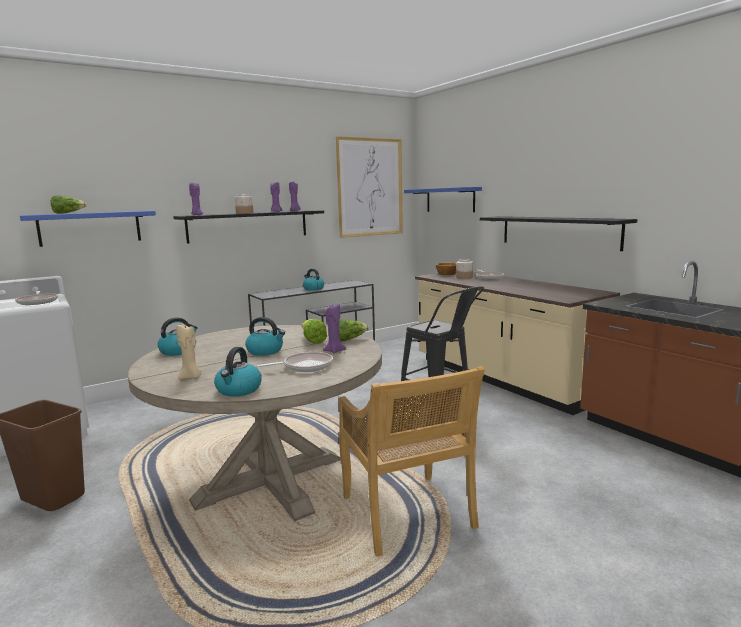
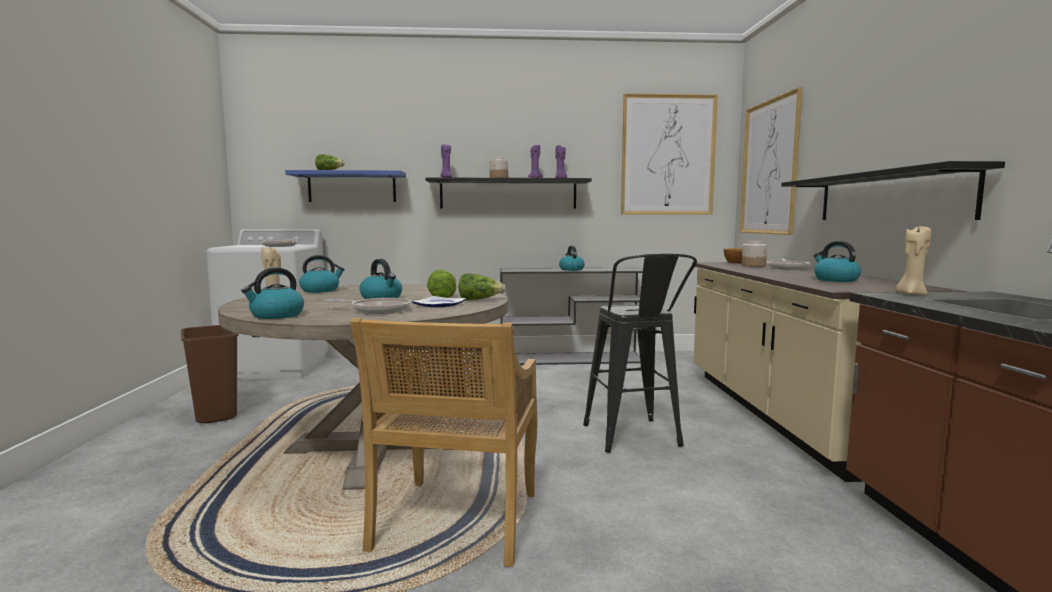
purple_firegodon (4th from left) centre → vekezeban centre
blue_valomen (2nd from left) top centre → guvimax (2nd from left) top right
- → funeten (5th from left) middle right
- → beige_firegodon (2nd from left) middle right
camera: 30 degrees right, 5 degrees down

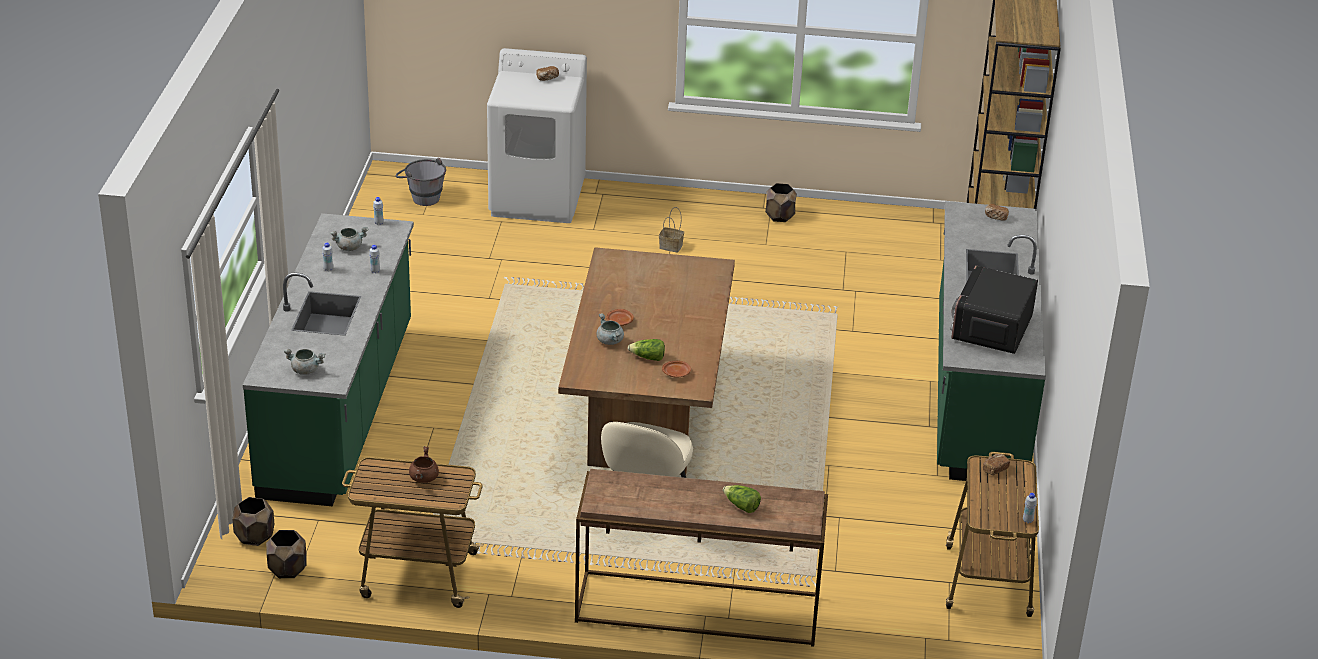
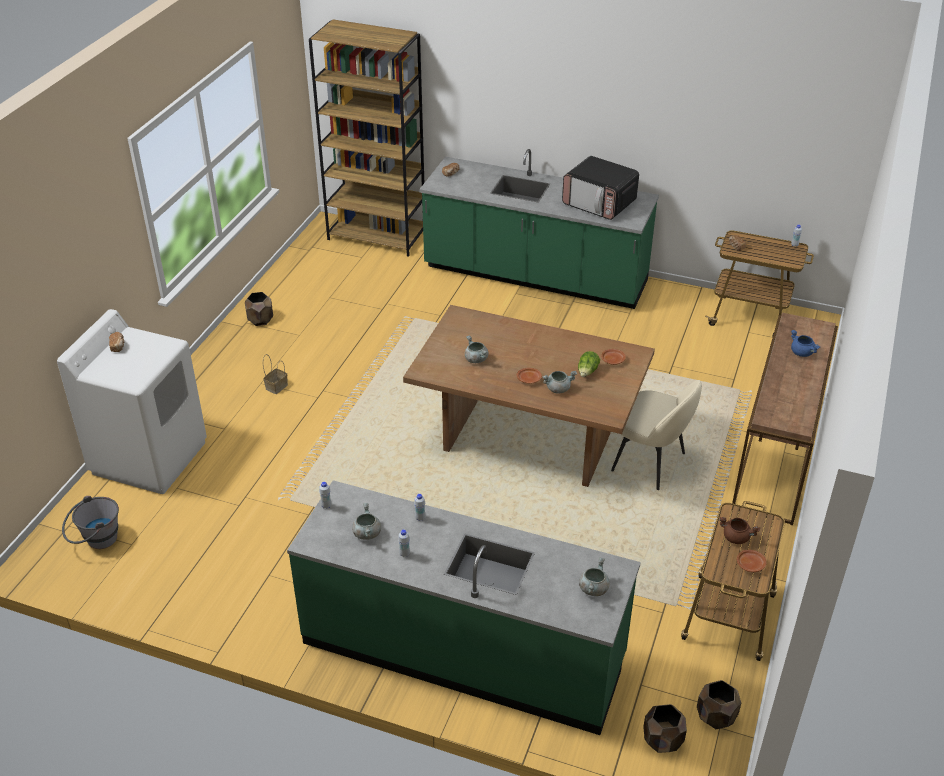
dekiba (2nd from left) bottom centre → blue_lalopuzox middle right
- → grey_lalopuzox (2nd from left) centre
- → brown_vekezeban (3rd from left) bottom right
camera: 75 degrees left, 5 degrees up

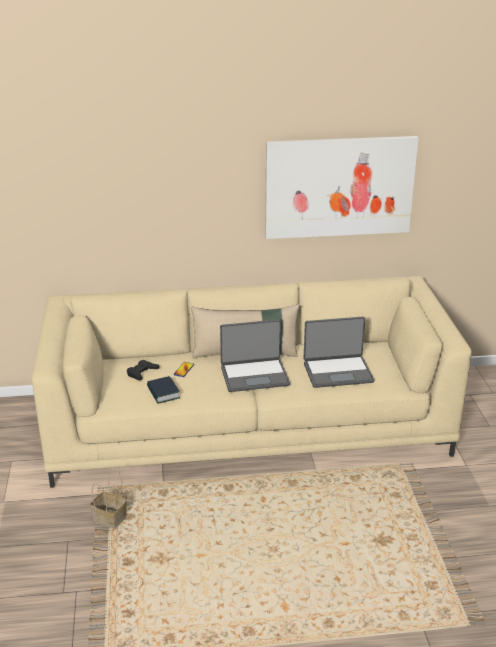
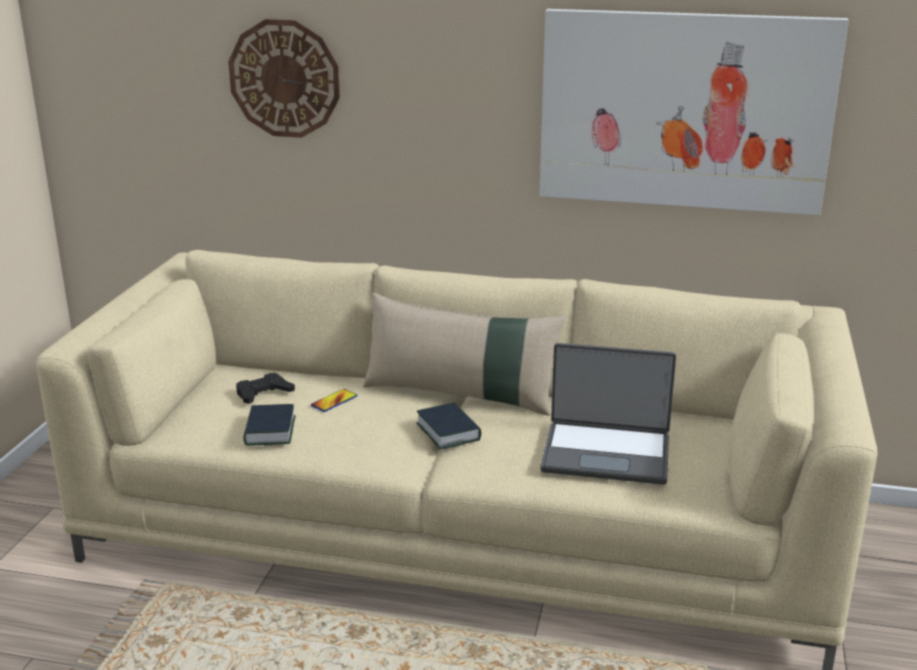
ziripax bottom left → -
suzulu (1st from left) centre → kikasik (2nd from left) centre
- → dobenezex top left
camera: 20 degrees right, 5 degrees down

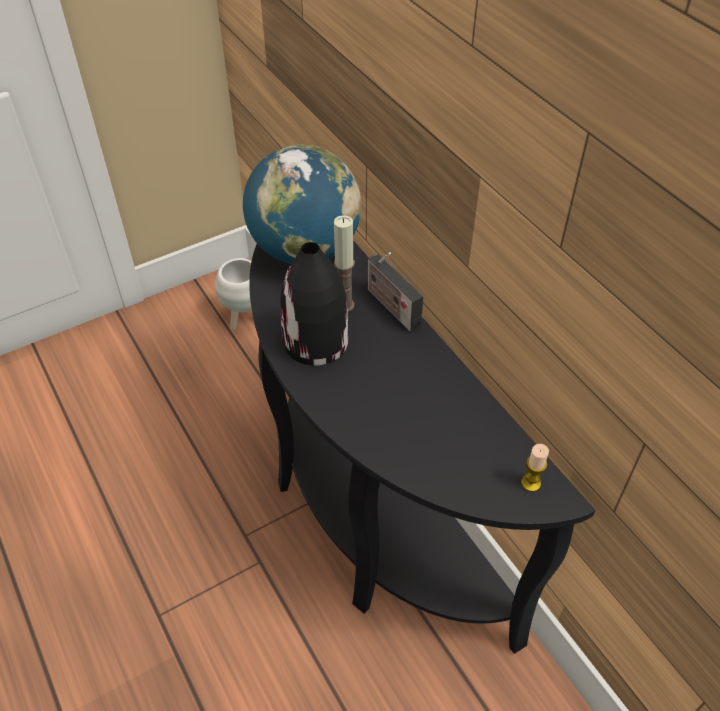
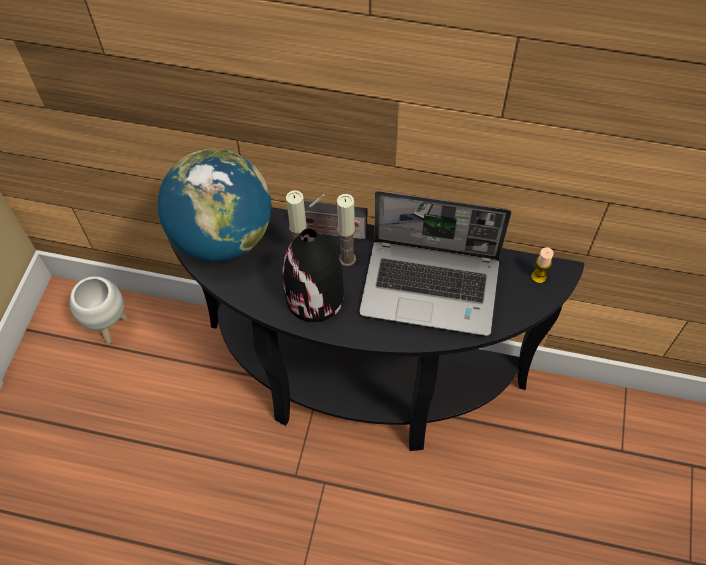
- → firegodon (2nd from left) centre
- → suzulu centre
camera: 45 degrees left, 10 degrees up

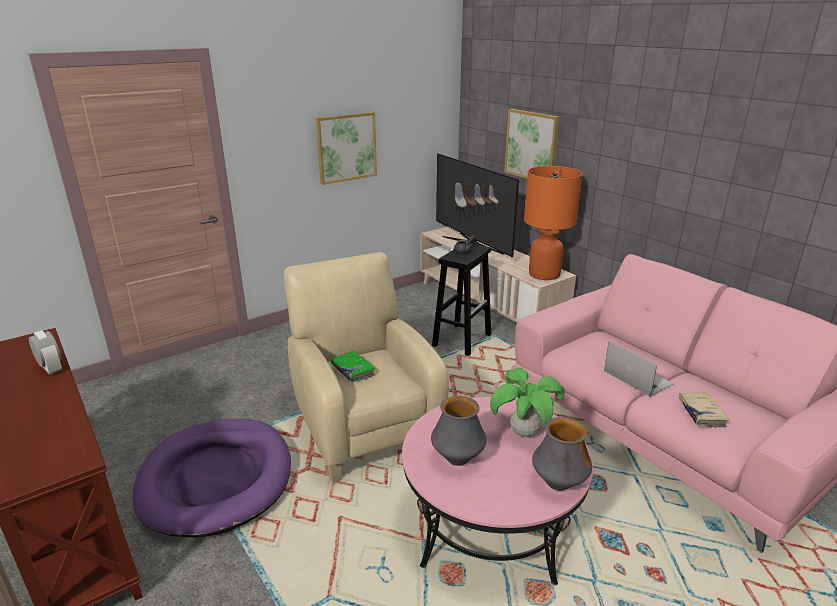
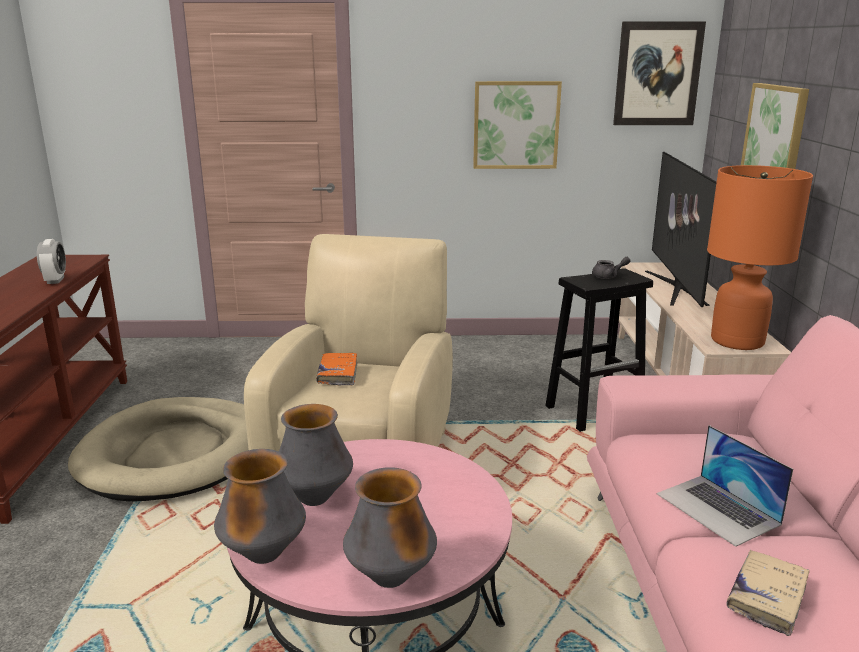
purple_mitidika bottom left → beige_mitidika bottom left
green_kikasik centre → orange_kikasik centre
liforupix centre → -
suzulu middle right → suzulu bottom right, 150 degrees clockwise
- → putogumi (1st from left) bottom left
- → guvimax (2nd from left) top right
camera: 35 degrees right, 5 degrees down

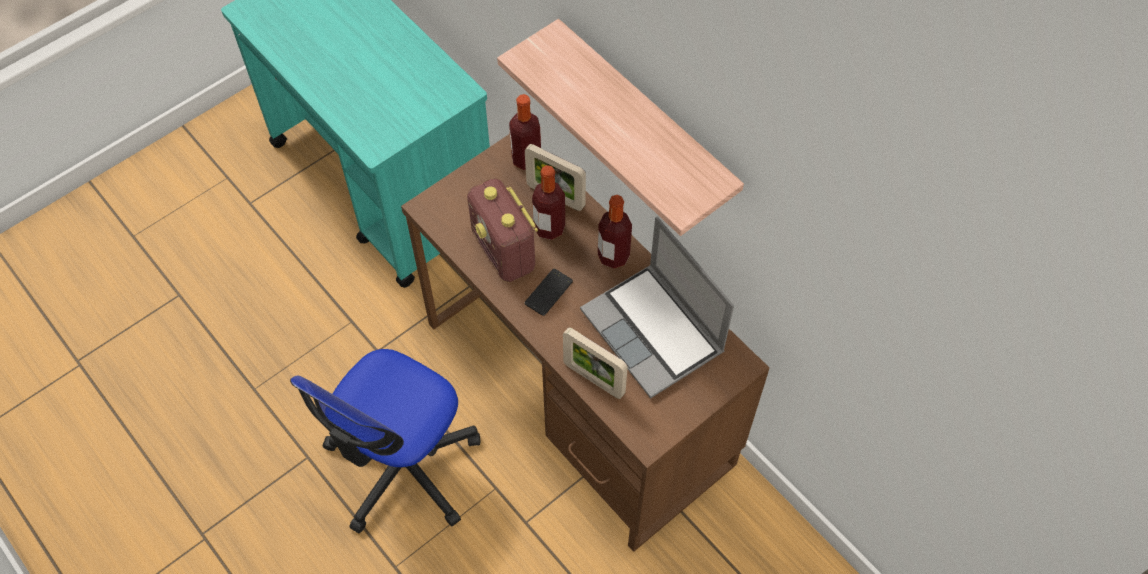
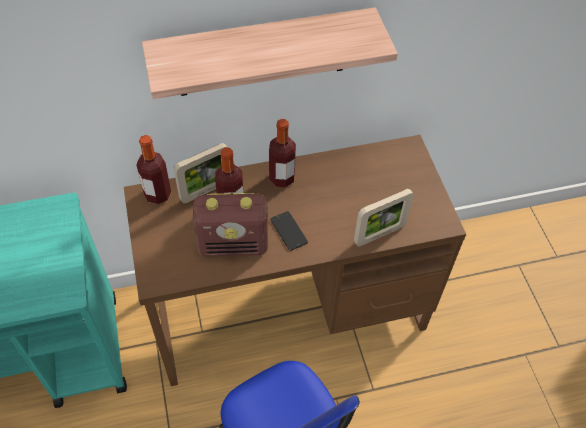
suzulu centre → -
camera: 65 degrees left, 5 degrees down

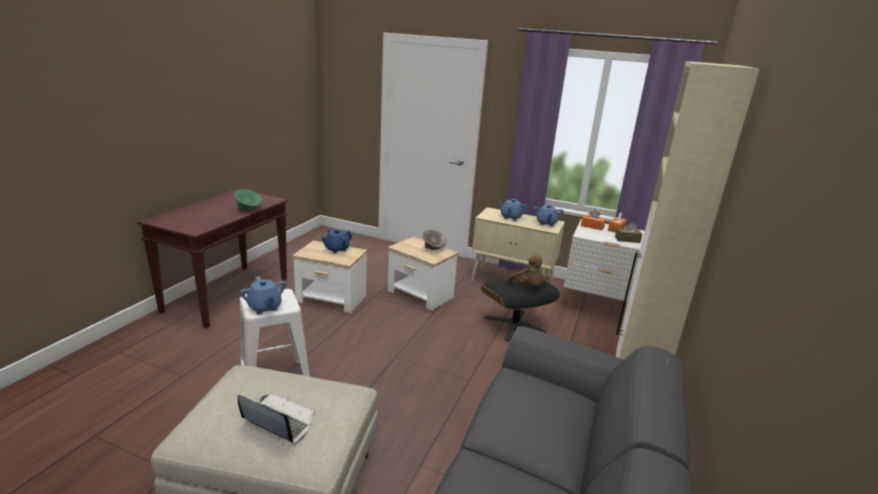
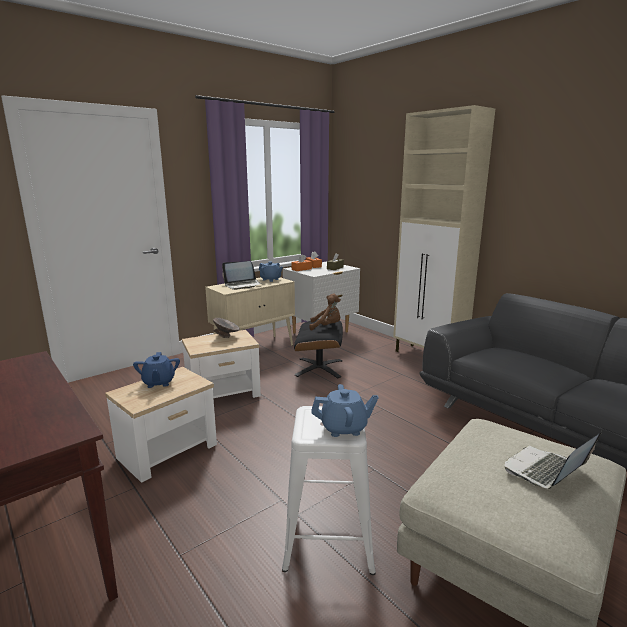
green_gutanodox middle left → -
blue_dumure (3rd from left) centre → suzulu (1st from left) centre
camera: 60 degrees left, 5 degrees down

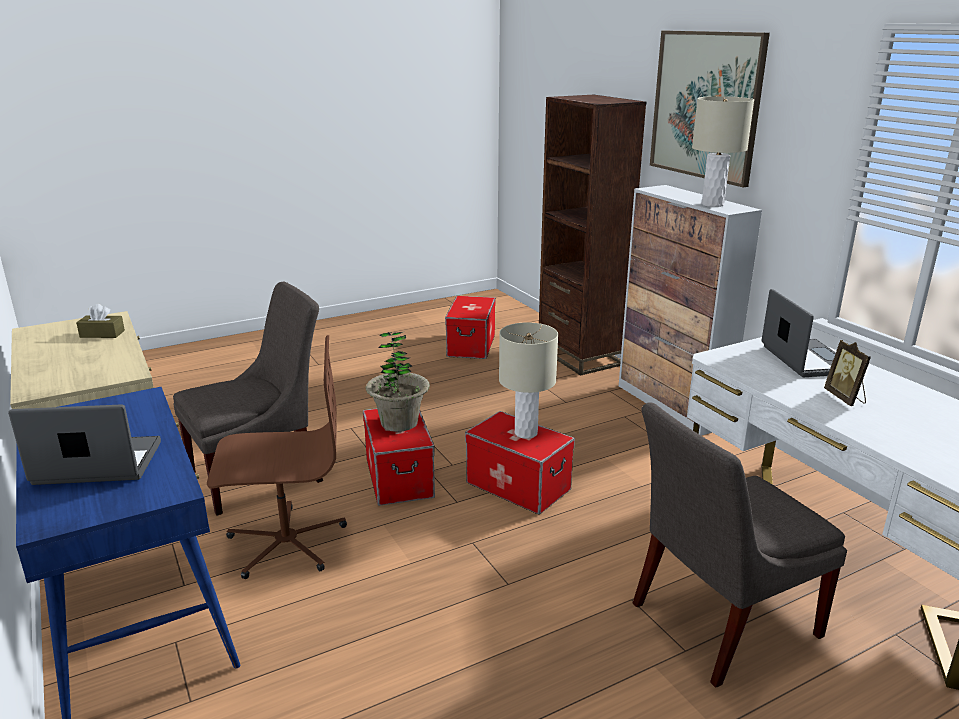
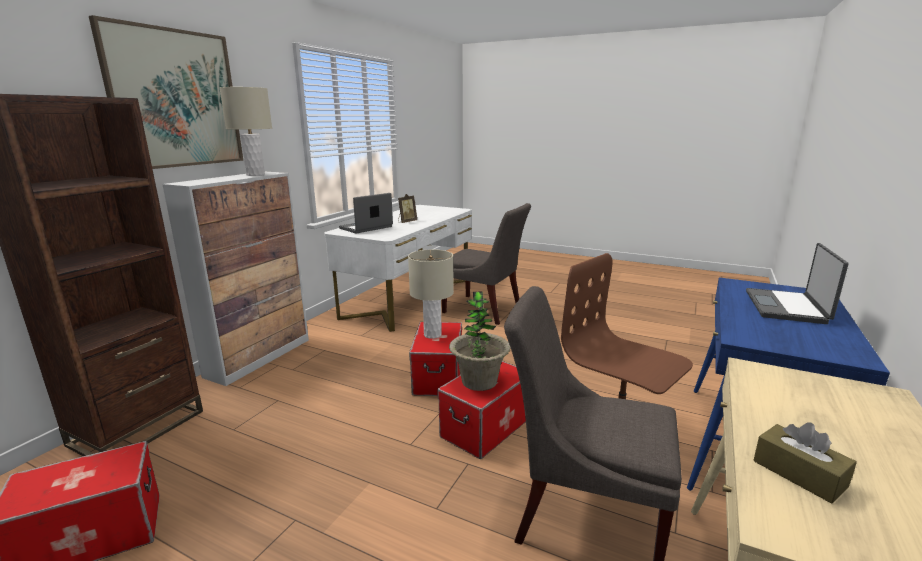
suzulu (1st from left in the first image) middle left → suzulu (2nd from left) middle right, 60 degrees clockwise
camera: 125 degrees left, 5 degrees down

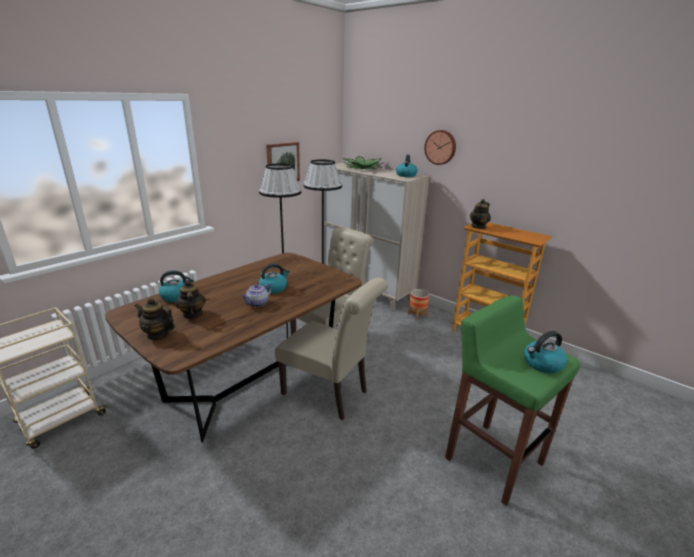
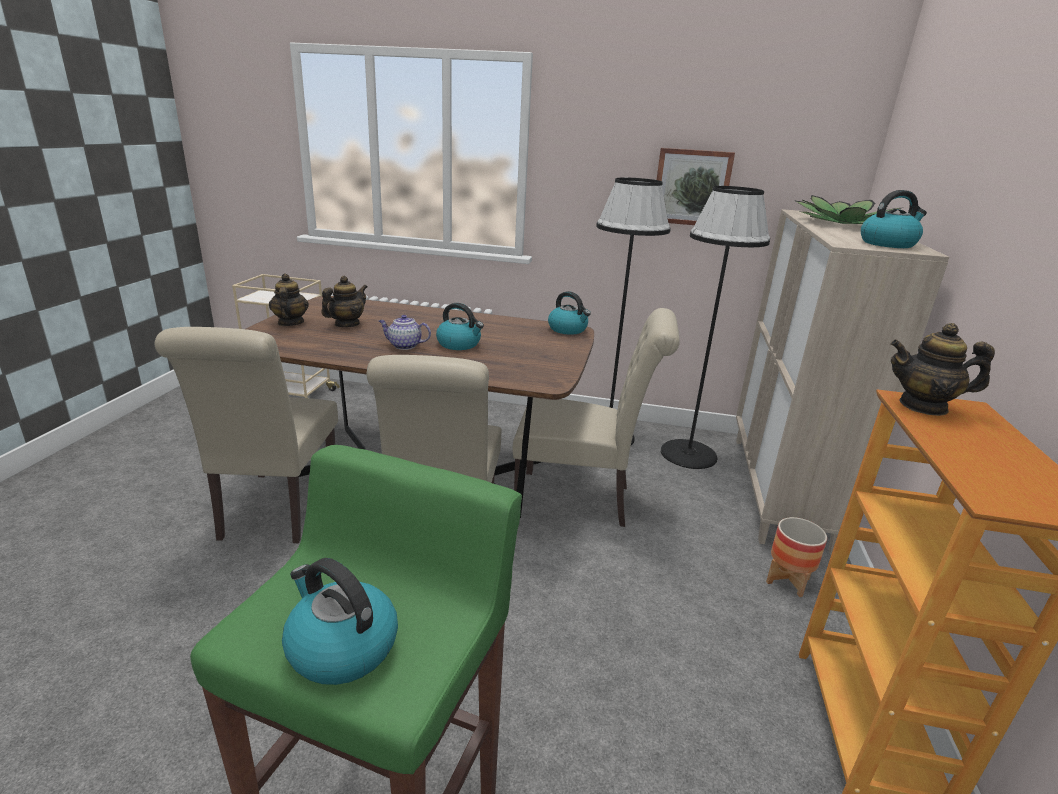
funeten (1st from left in the first image) middle left → funeten (3rd from left) centre, move
dobenezex top centre → -
- → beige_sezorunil (1st from left) middle left
camera: 60 degrees right, 0 degrees up

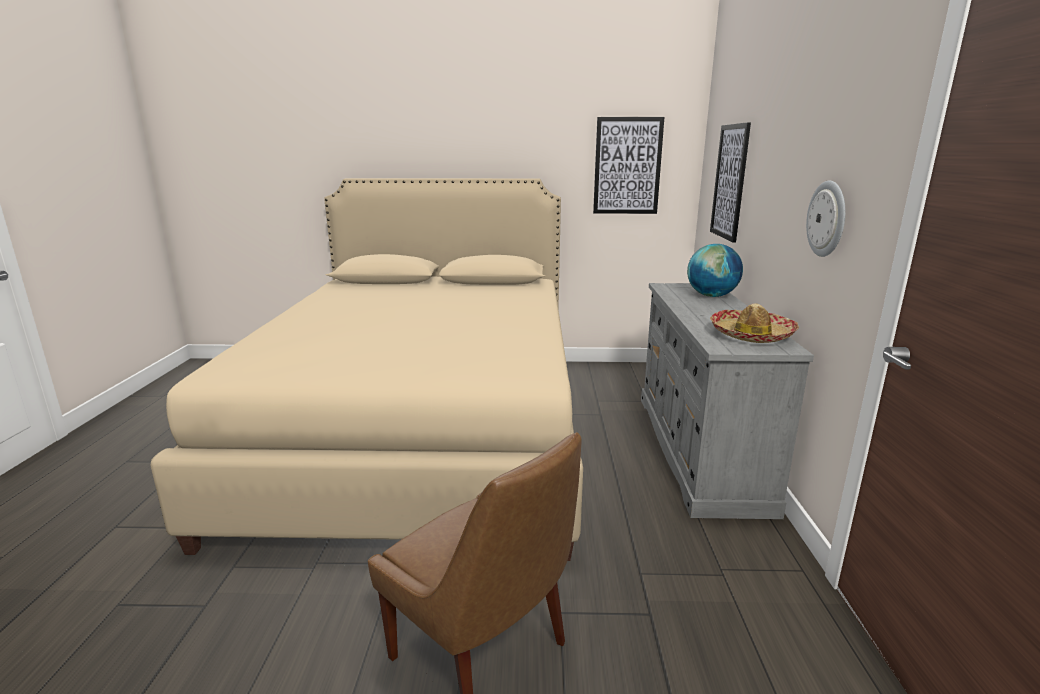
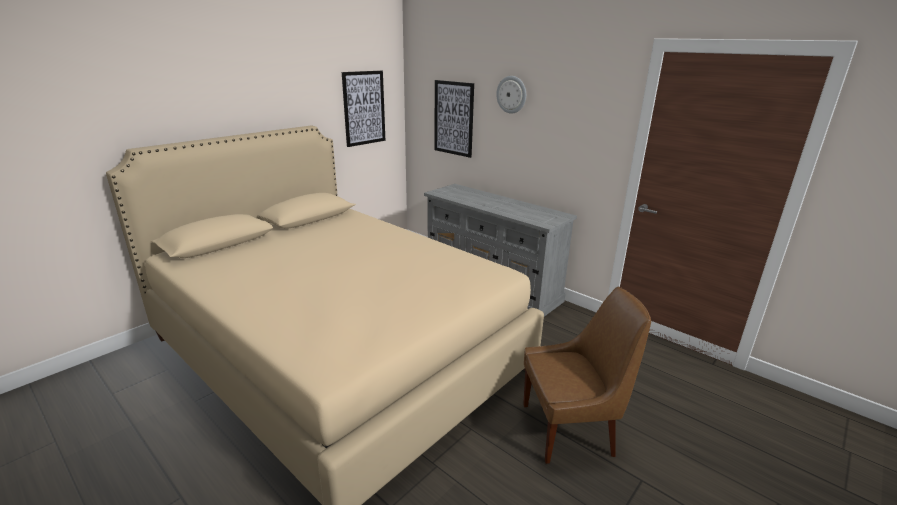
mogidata middle right → -
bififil middle right → -
dobenezex top right → dobenezex top centre, move
camera: 50 degrees left, 5 degrees up

